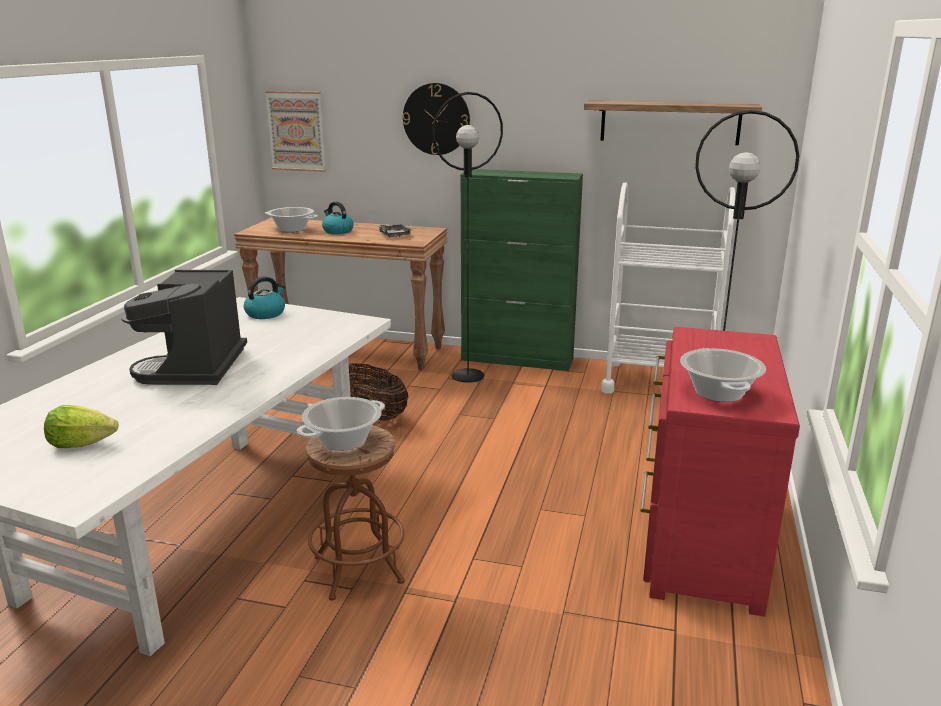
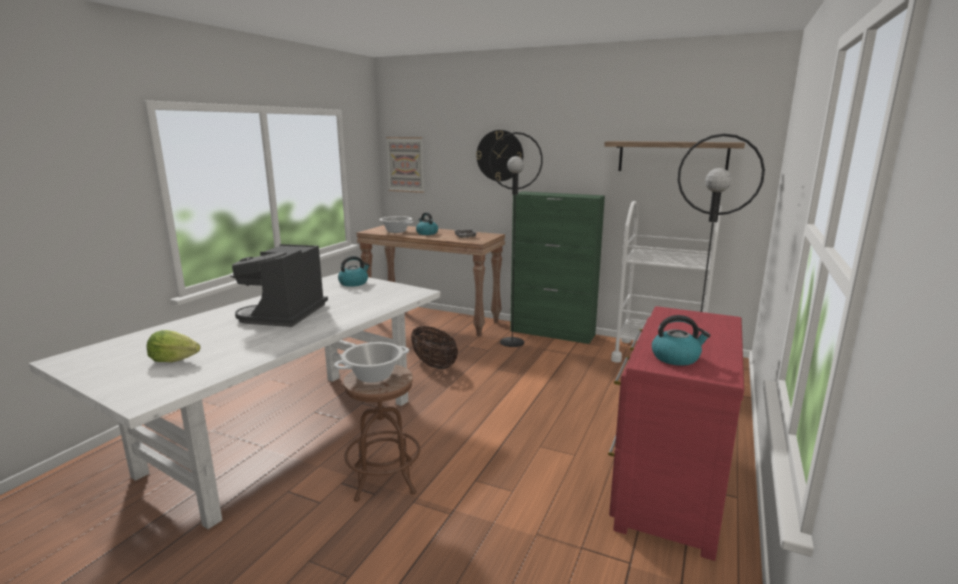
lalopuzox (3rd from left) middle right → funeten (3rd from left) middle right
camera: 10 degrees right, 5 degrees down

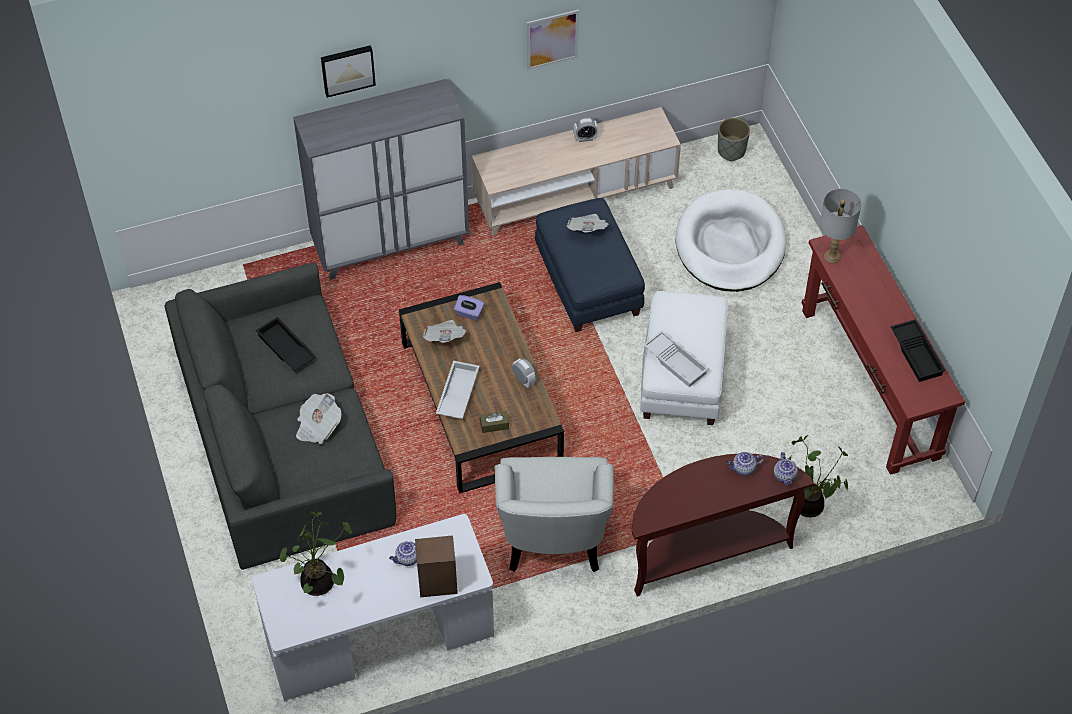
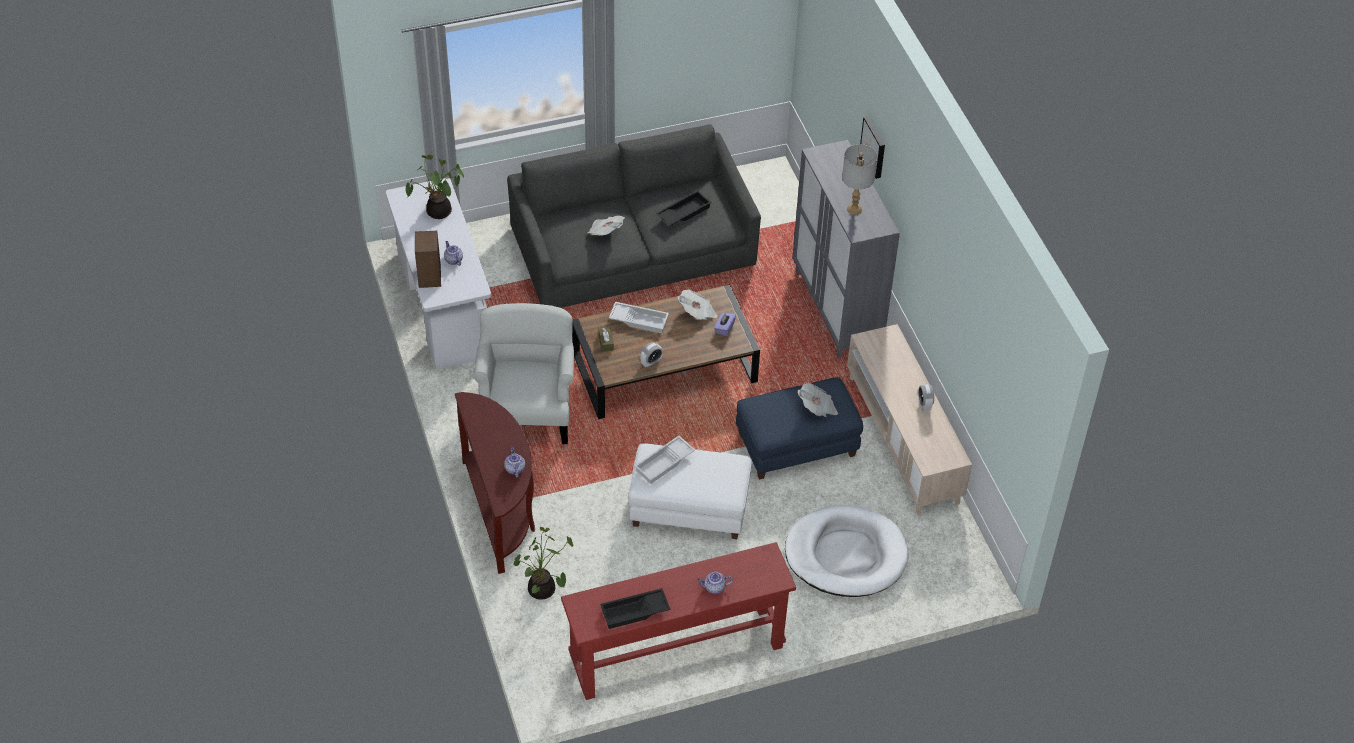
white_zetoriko bottom centre → white_zetoriko centre, 90 degrees clockwise
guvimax (2nd from left) top centre → -
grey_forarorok top right → -
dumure (3rd from left) middle right → dumure (3rd from left) bottom centre, move
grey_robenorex top right → grey_robenorex top centre, move
camera: 90 degrees right, 5 degrees down

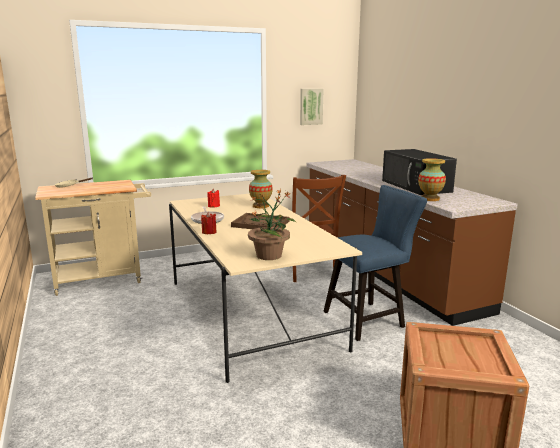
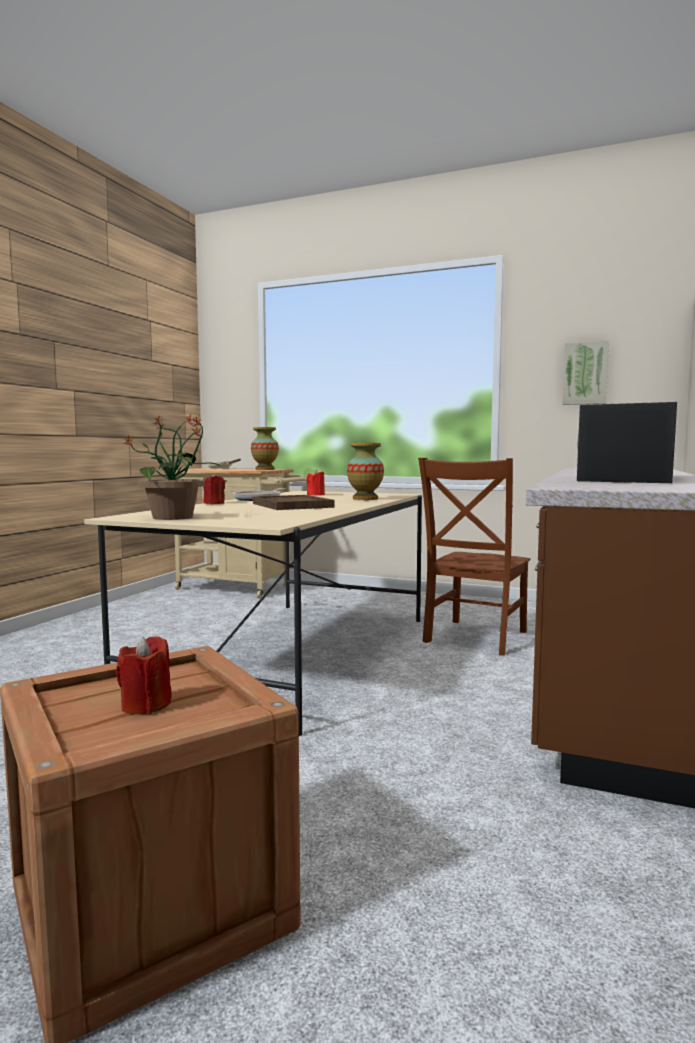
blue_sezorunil middle right → -
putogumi (2nd from left in the first image) middle right → putogumi (1st from left) centre, move
- → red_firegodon (1st from left) middle left
camera: 45 degrees right, 10 degrees down

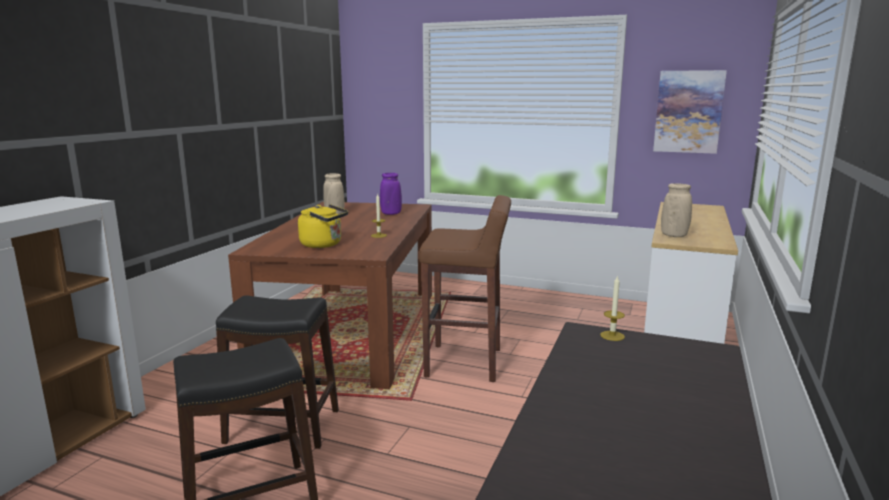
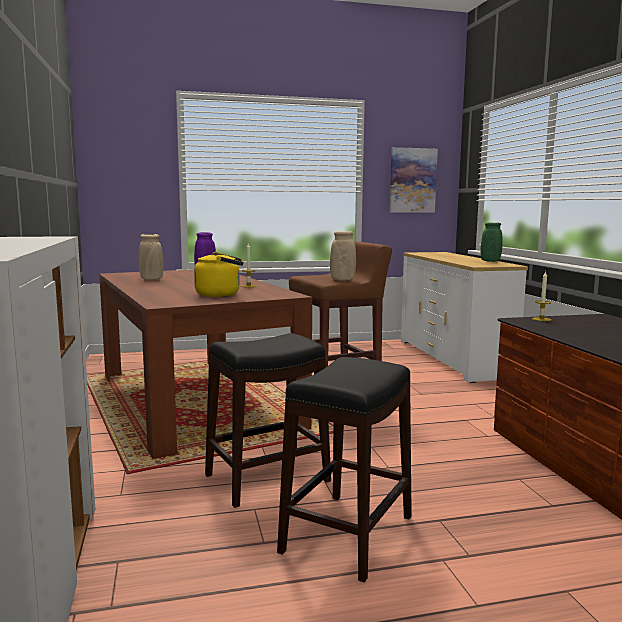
beige_putogumi (2nd from left) middle right → beige_putogumi (2nd from left) centre, move
- → green_putogumi middle right
camera: 35 degrees left, 5 degrees down

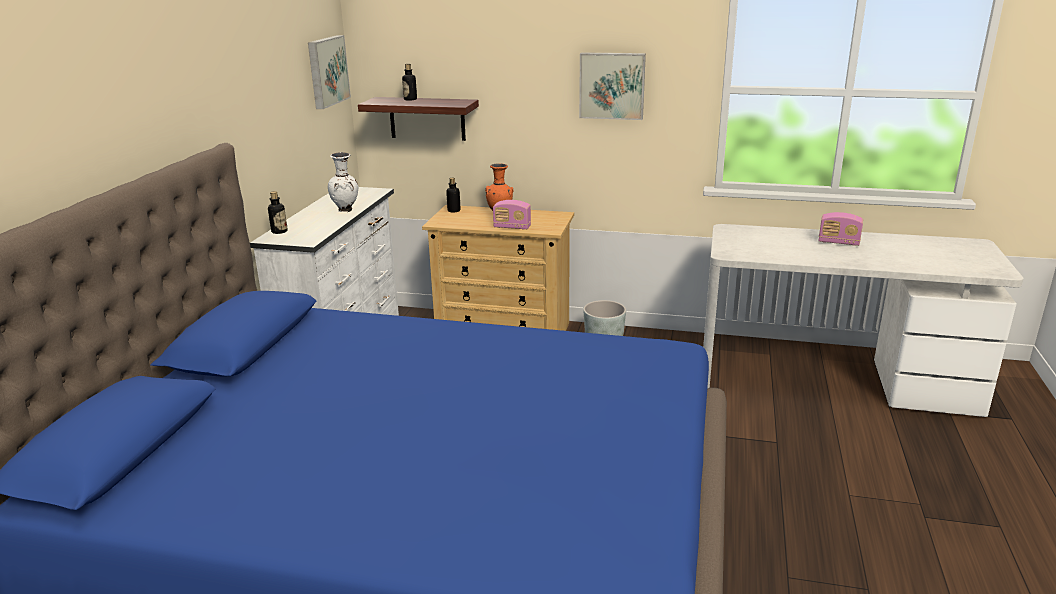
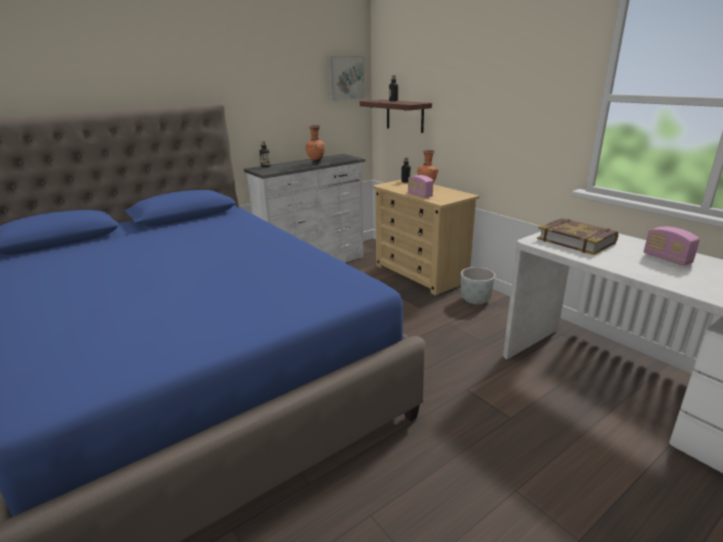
white_putogumi top left → orange_putogumi (1st from left) top centre
guvimax (2nd from left) top centre → -
- → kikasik middle right
camera: 40 degrees right, 0 degrees up

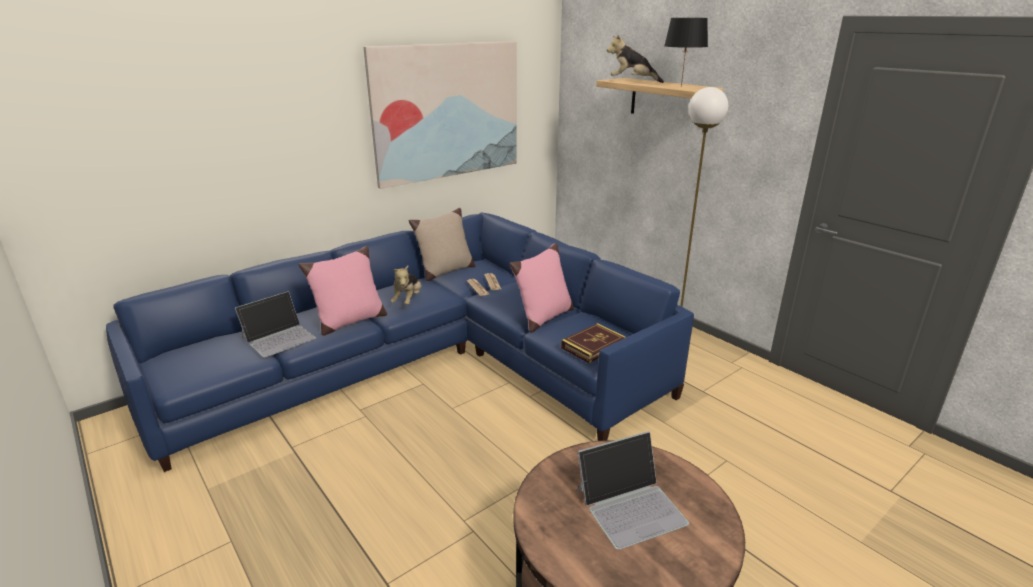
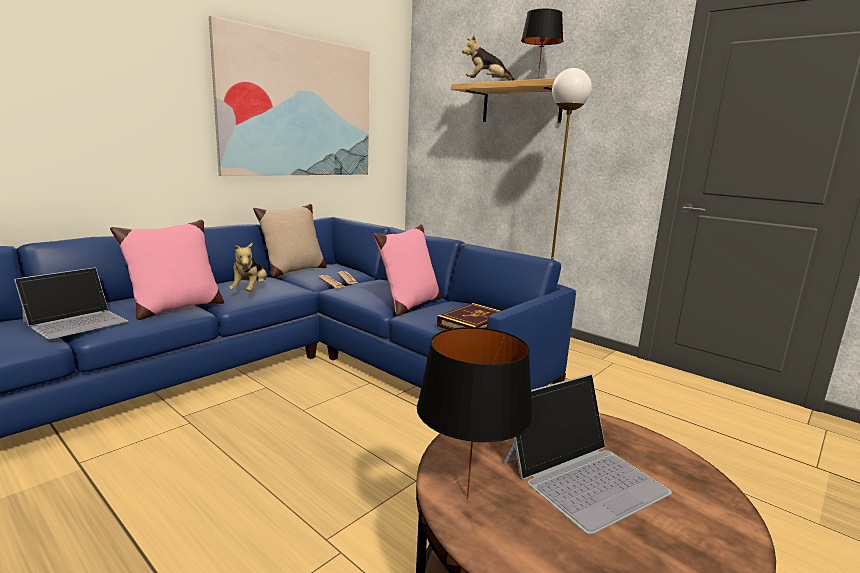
- → black_robenorex (1st from left) bottom centre
camera: 10 degrees left, 10 degrees down

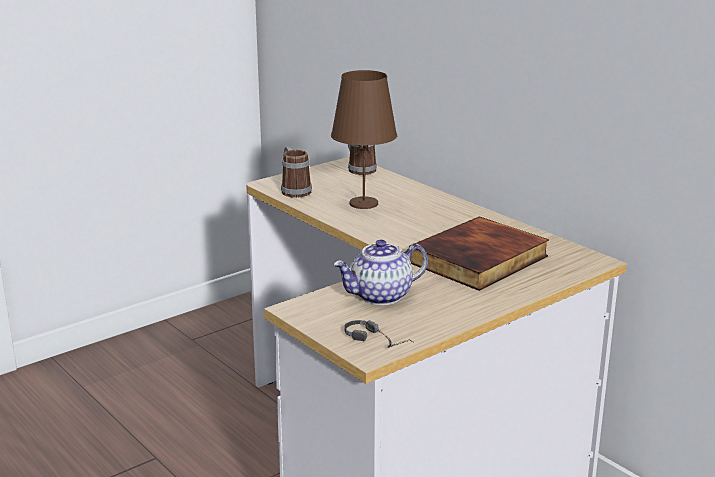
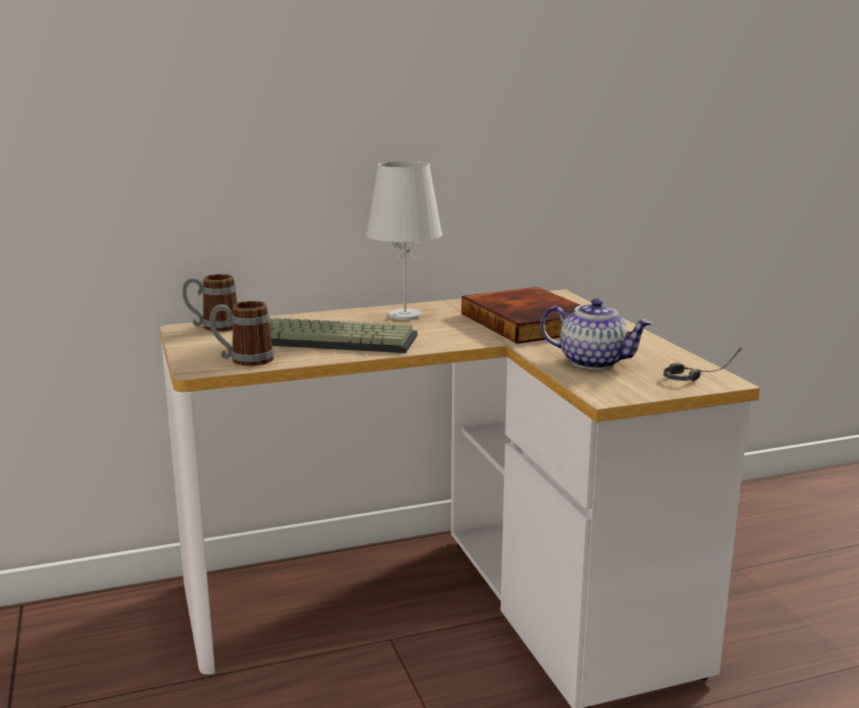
brown_robenorex top centre → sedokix centre
dumure centre → dumure middle right, 60 degrees counterclockwise
- → white_robenorex centre
camera: 70 degrees left, 5 degrees down

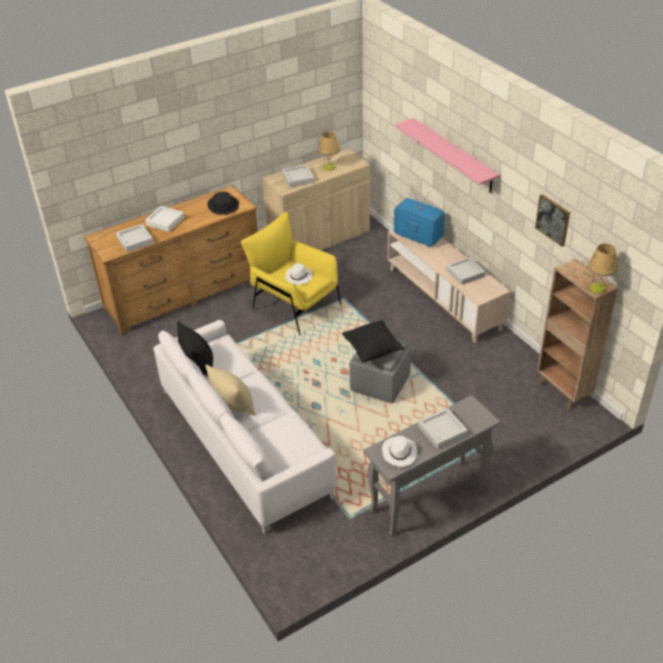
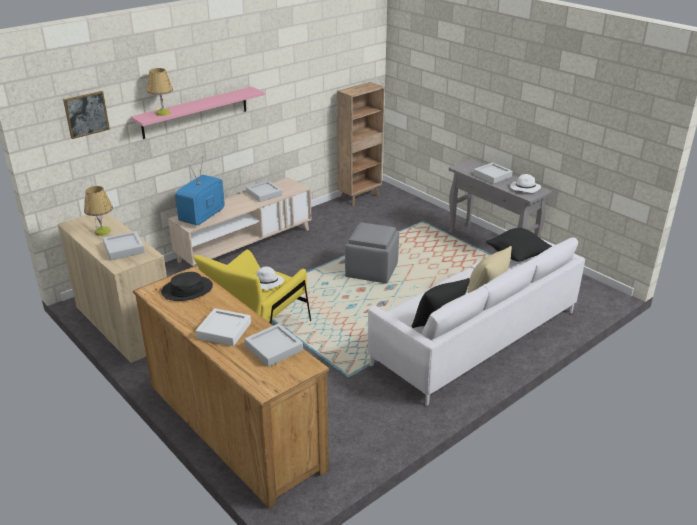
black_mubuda (2nd from left) centre → black_mubuda (2nd from left) middle right, move
guvimax top right → guvimax top left, move
robenorex (2nd from left) middle right → robenorex (2nd from left) top left, move
camera: 100 degrees left, 10 degrees down

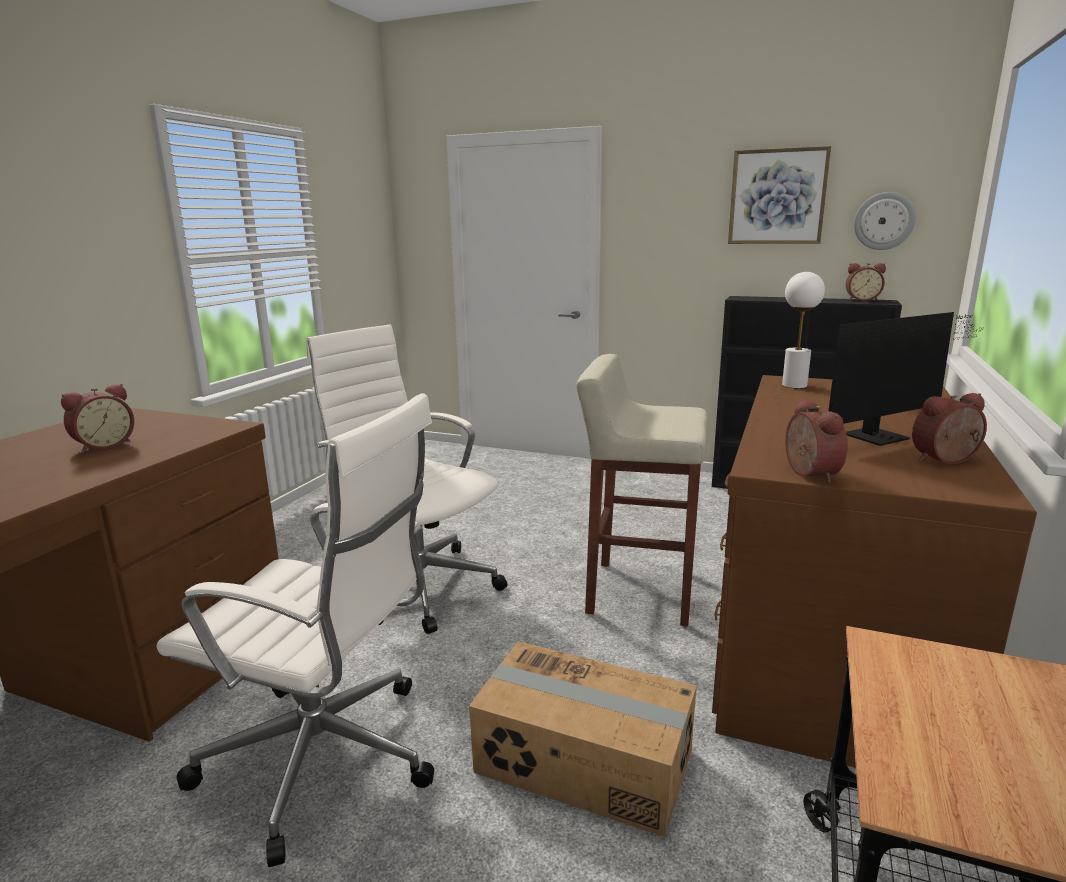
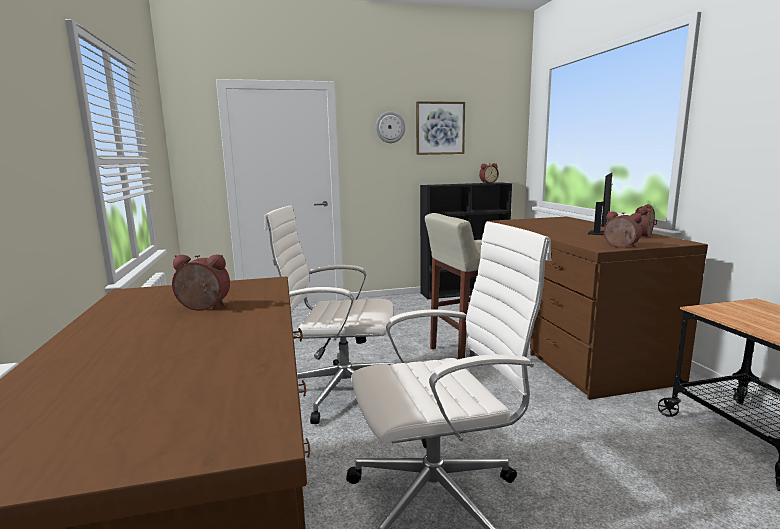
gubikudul (1st from left) middle left, 90 degrees counterclockwise
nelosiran bottom centre → -
white_robenorex middle right → -
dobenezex top right → dobenezex top centre, move
camera: 35 degrees left, 5 degrees down

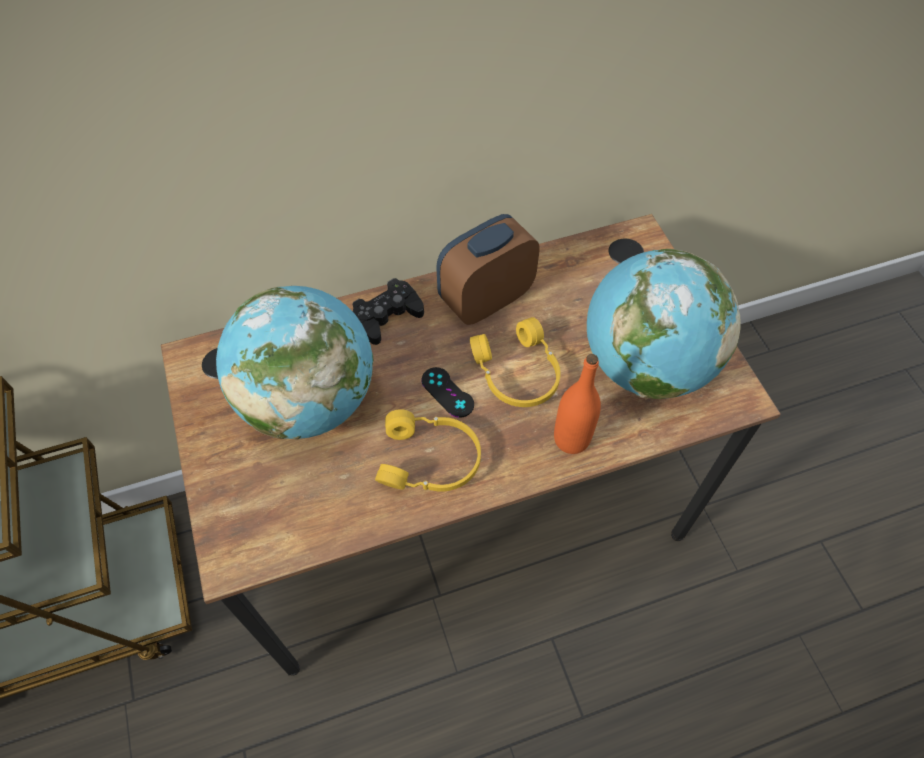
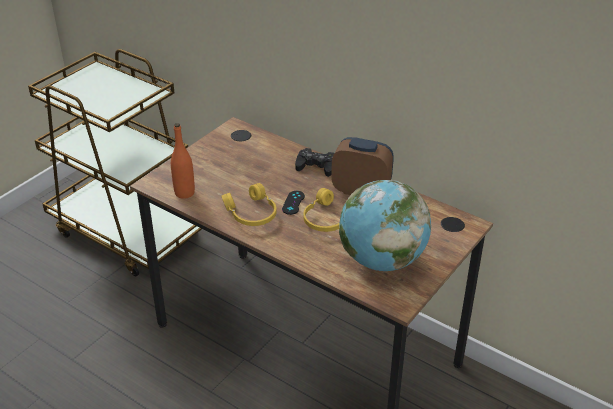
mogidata (1st from left) middle left → -
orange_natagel centre → orange_natagel middle left, move
camera: 55 degrees right, 20 degrees down

